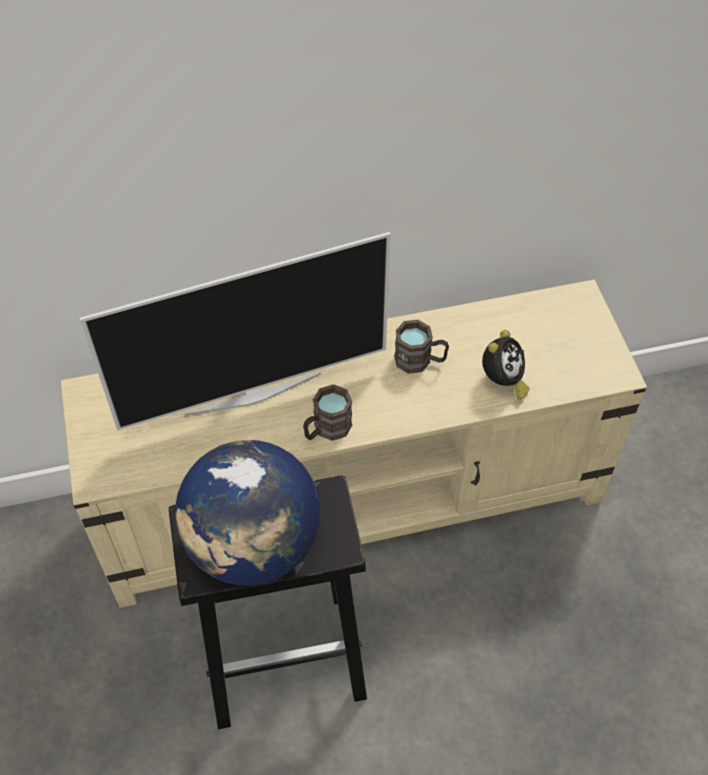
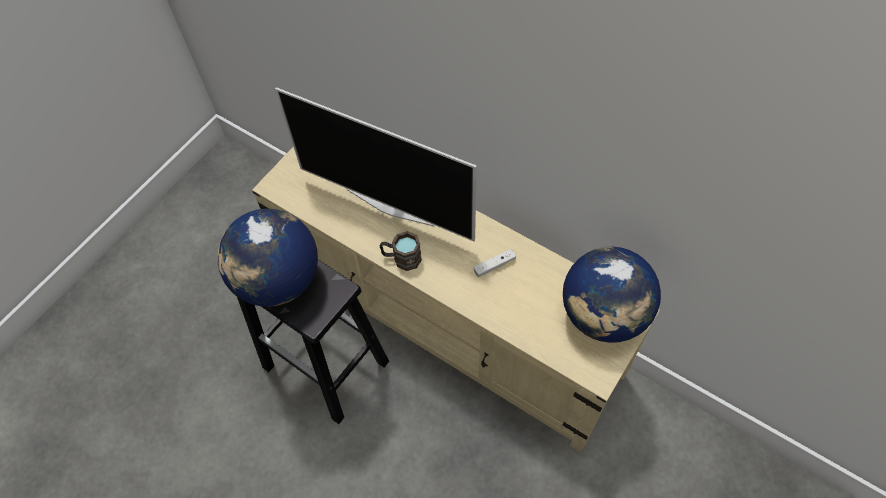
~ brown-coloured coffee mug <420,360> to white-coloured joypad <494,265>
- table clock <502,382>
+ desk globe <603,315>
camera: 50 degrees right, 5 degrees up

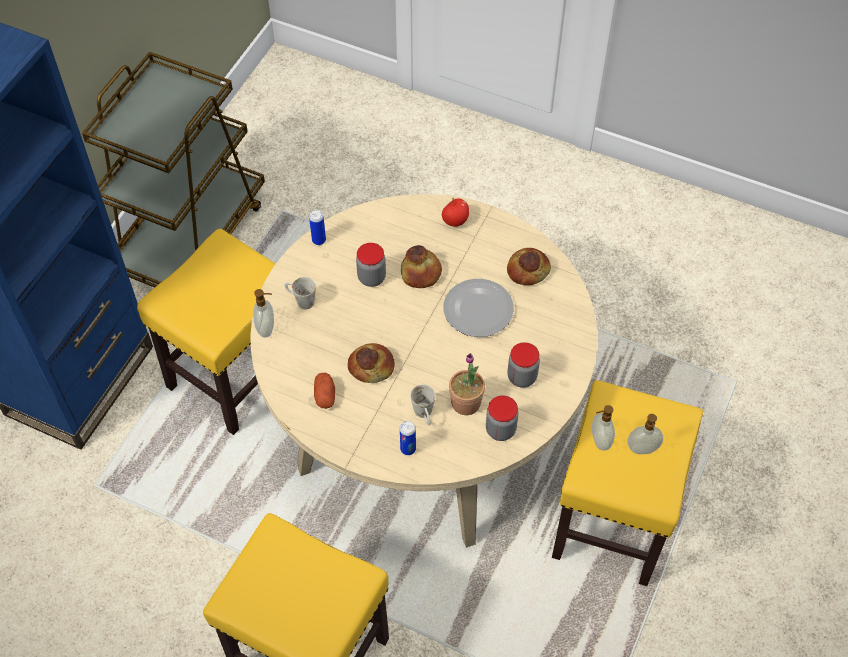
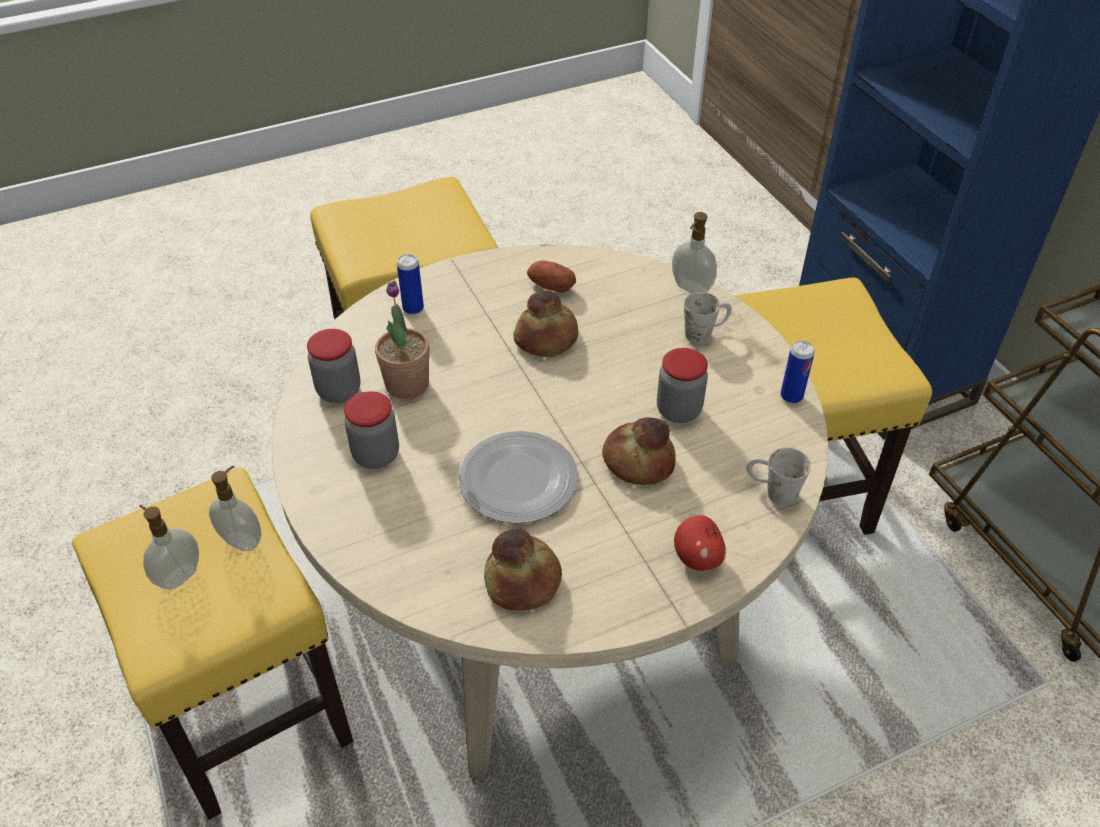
~ white-coloured coffee mug <425,415> to <771,491>
camera: 130 degrees right, 10 degrees down

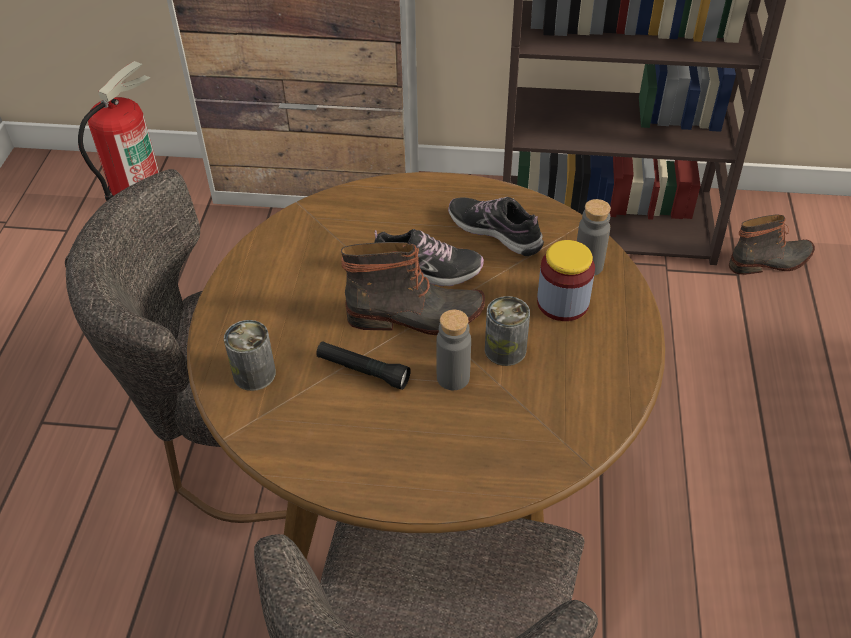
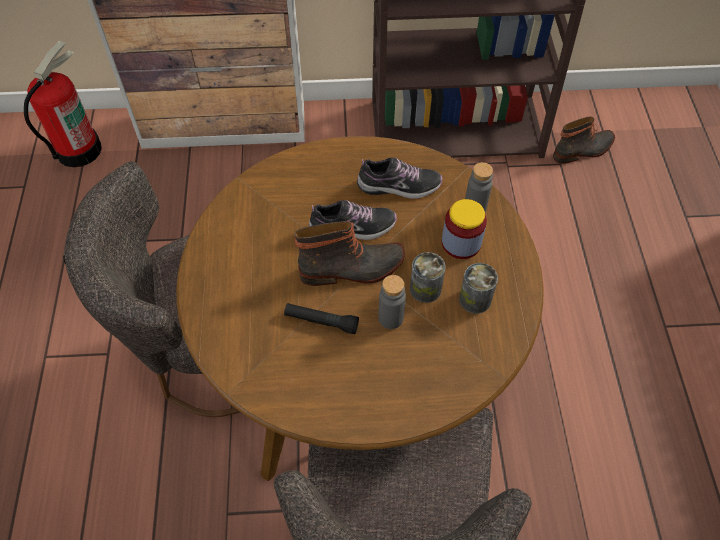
~ metal can <254,374> to <475,299>
~ low shoe <495,231> = <399,186> 150 degrees clockwise
camera: 10 degrees left, 10 degrees up

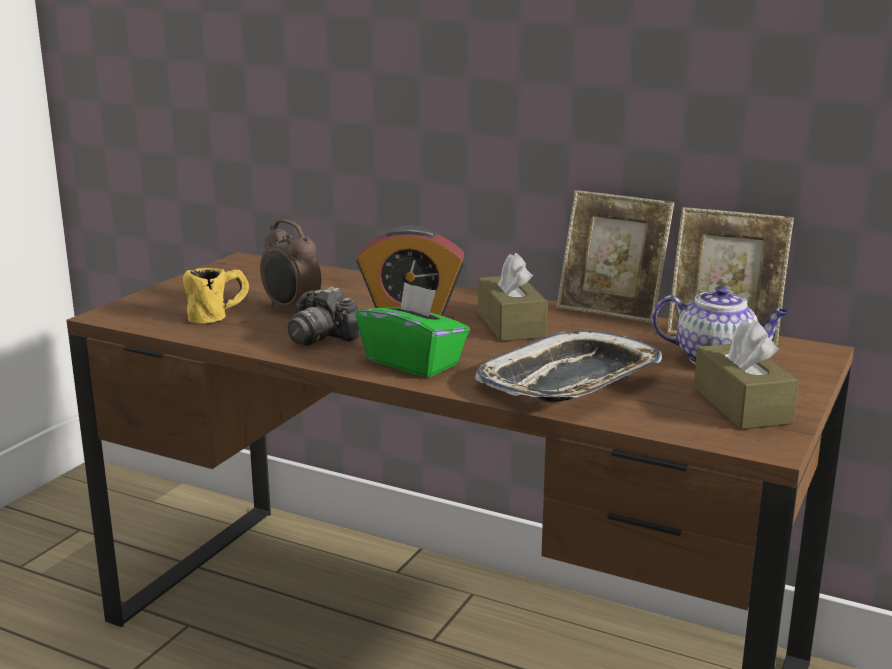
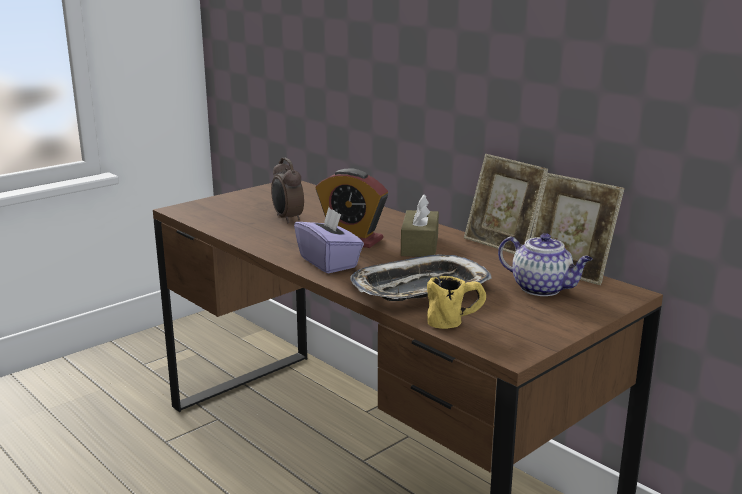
~ yellow-coloured coffee mug <219,316> to <455,321>
- photo camera <321,337>
~ green box of tissues <413,362> to purple-coloured box of tissues <329,262>
- brown-coloured box of tissues <741,405>
camera: 20 degrees right, 0 degrees up

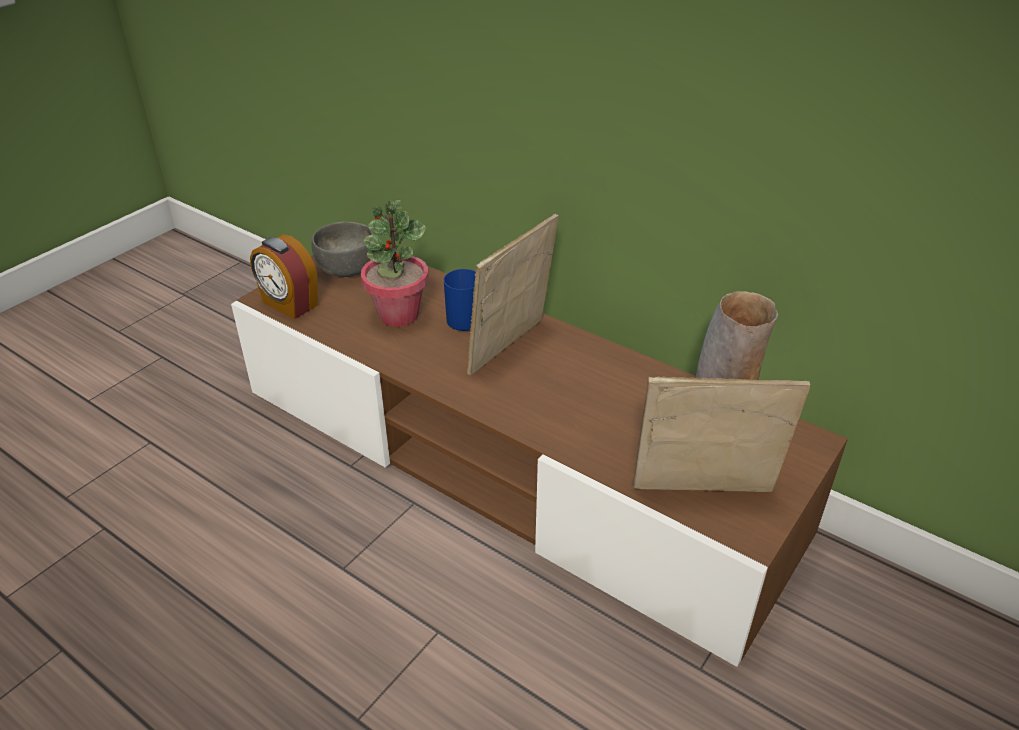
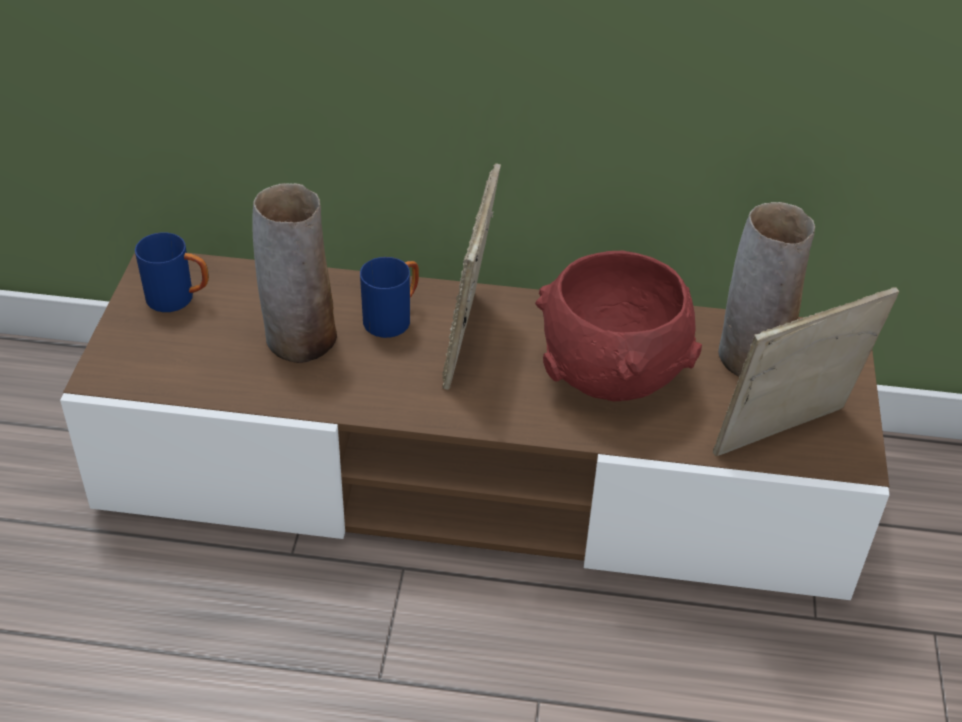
- table clock <289,304>
~ greyish deep dish <347,268> to blue coffee mug <179,299>
~ plant in a pot <398,315> to decorative vase <300,341>
+ reddish deep dish <613,375>
camera: 30 degrees left, 5 degrees up

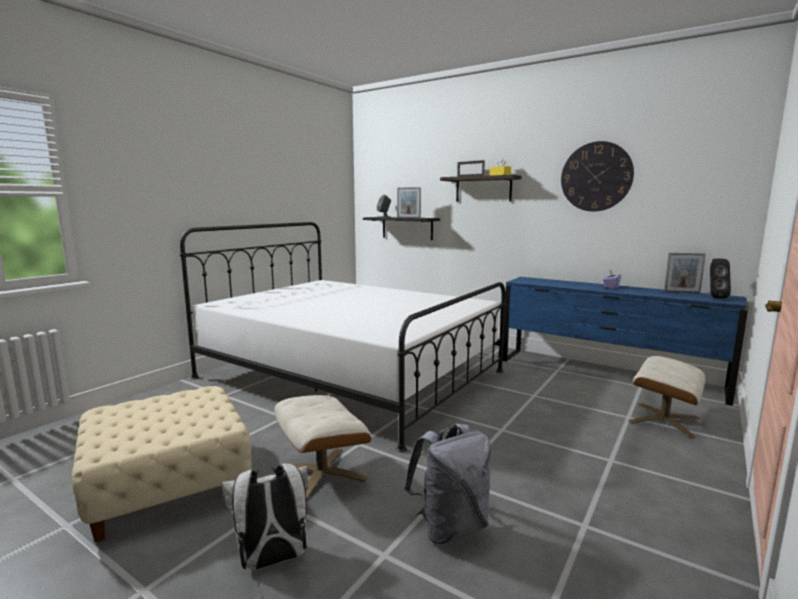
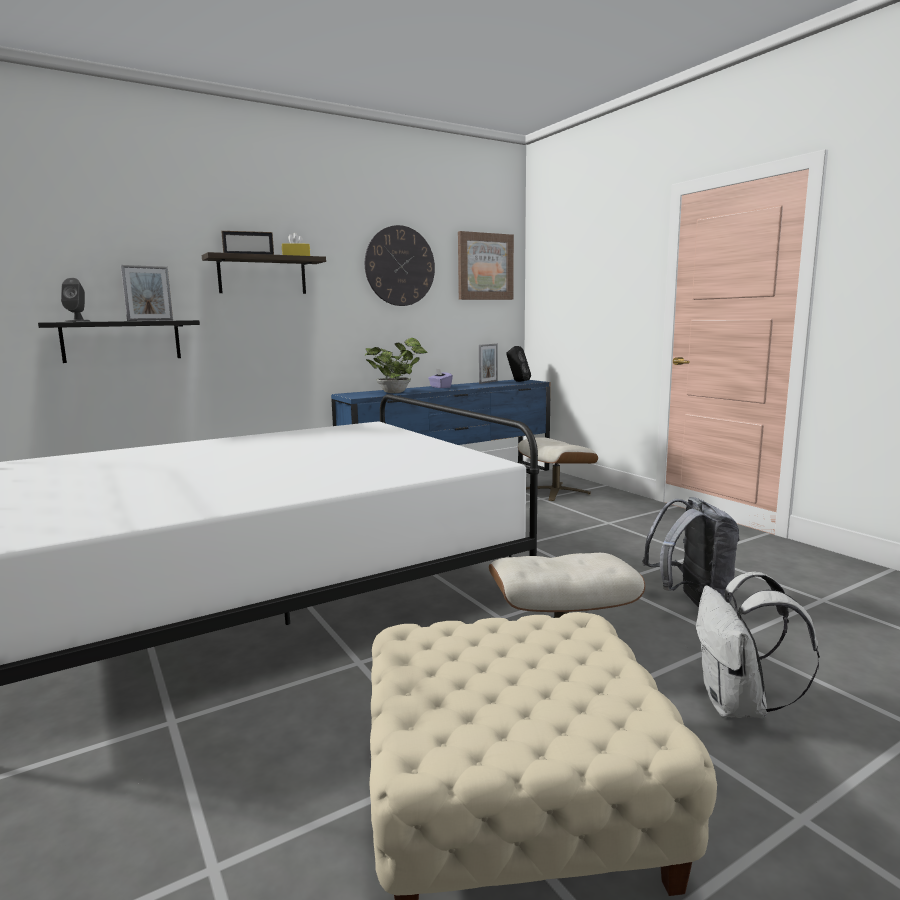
+ plant in a pot <397,392>
+ picture <485,266>
camera: 65 degrees left, 0 degrees up

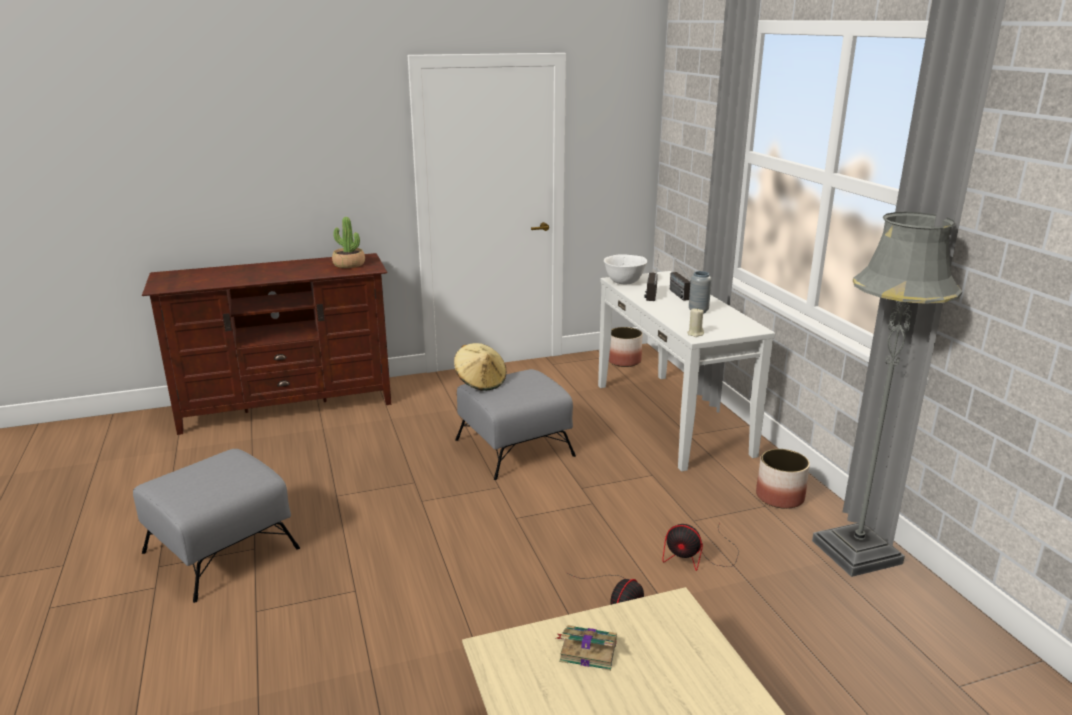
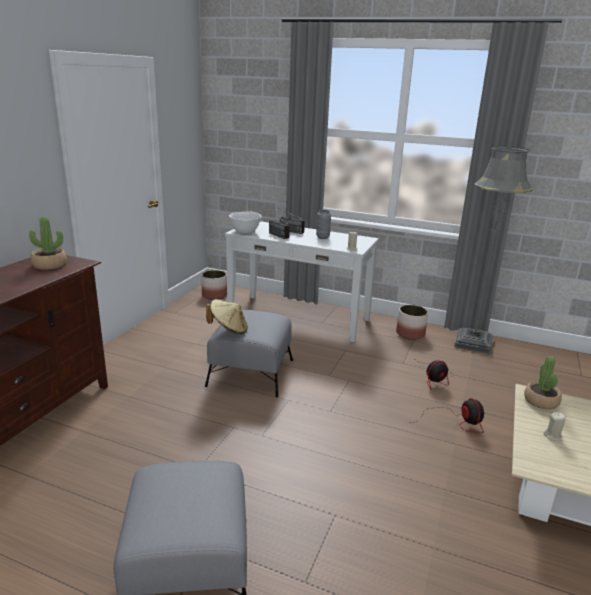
~ volume <587,650> to beige candle <552,436>
+ plant in a pot <541,401>
camera: 50 degrees left, 0 degrees up

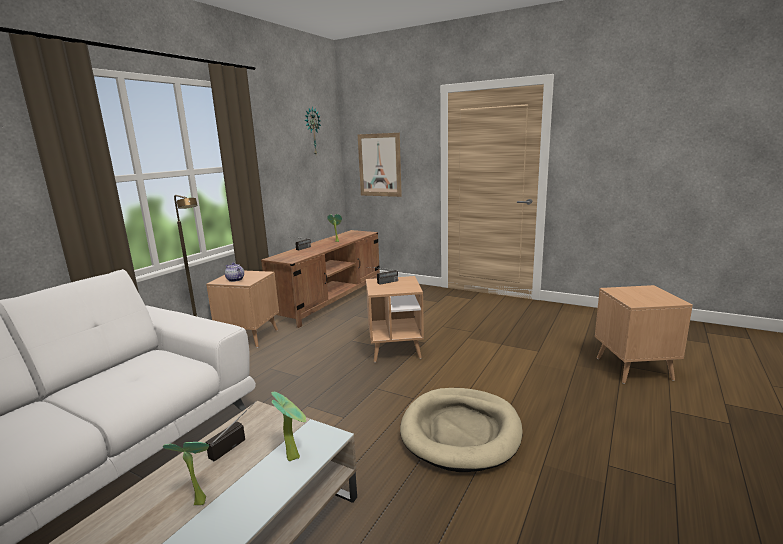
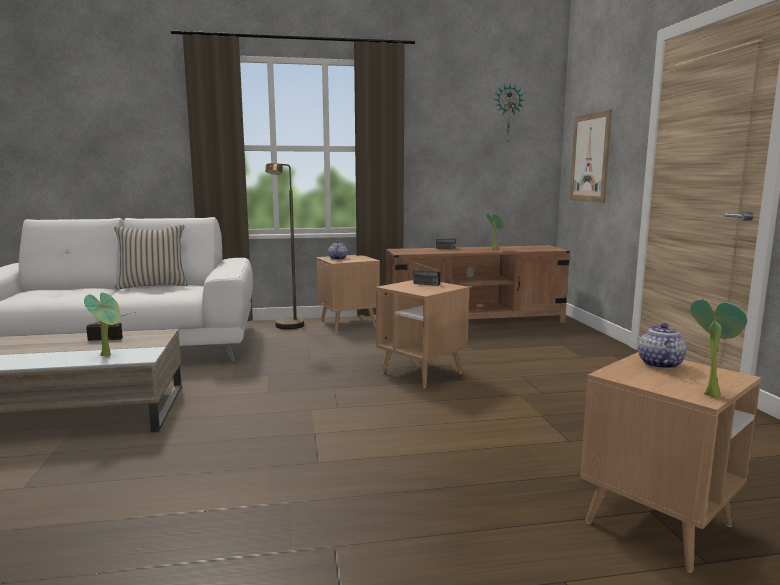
~ plant in a pot <198,500> to <710,393>
- beige dog bed <461,431>
+ beige throw pillow <153,285>
+ tea pot <659,364>
camera: 50 degrees right, 5 degrees down

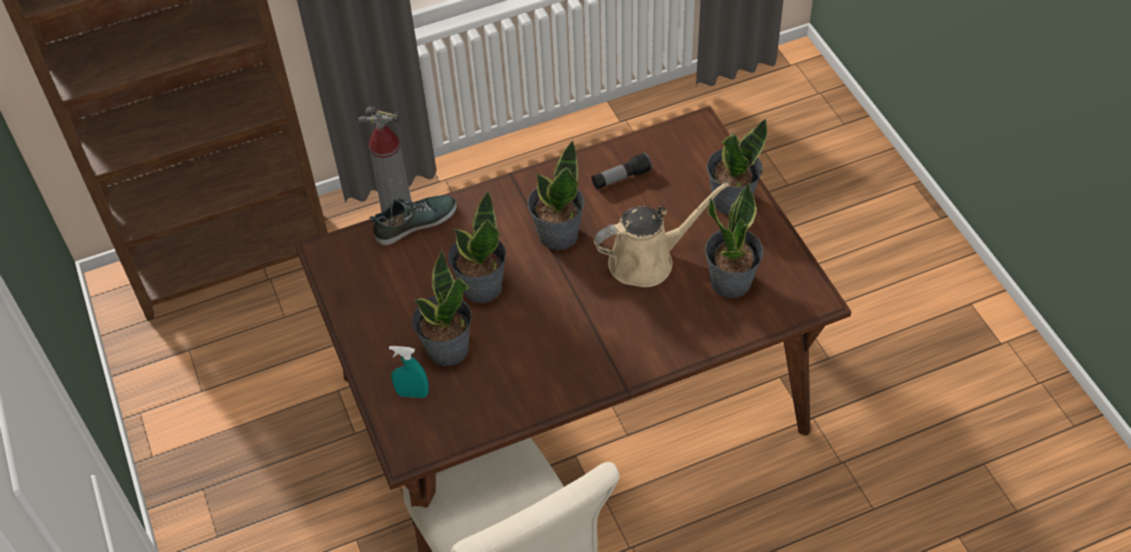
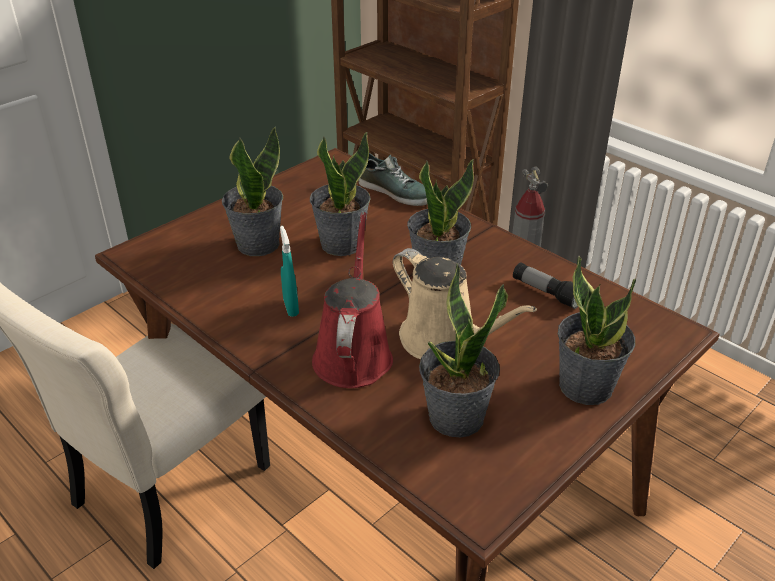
~ turquoise hand sprayer <412,394> to <291,307>
+ reddish watering pot <353,354>
camera: 65 degrees right, 15 degrees down

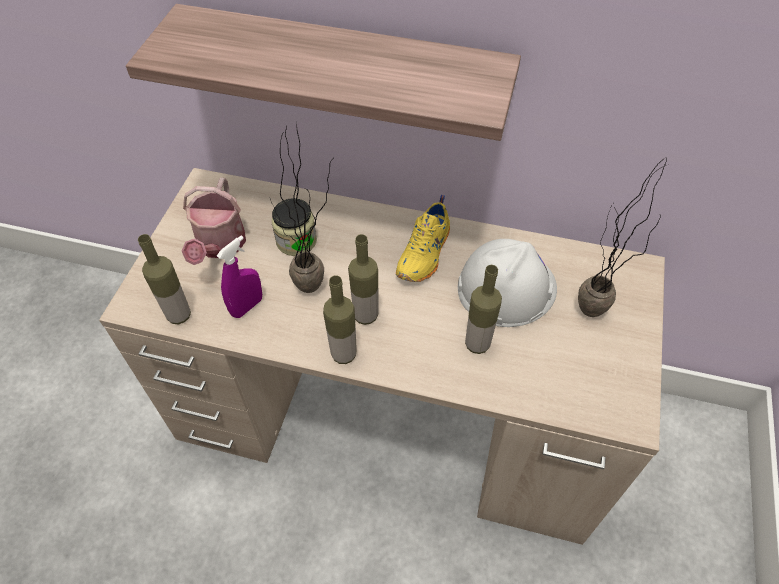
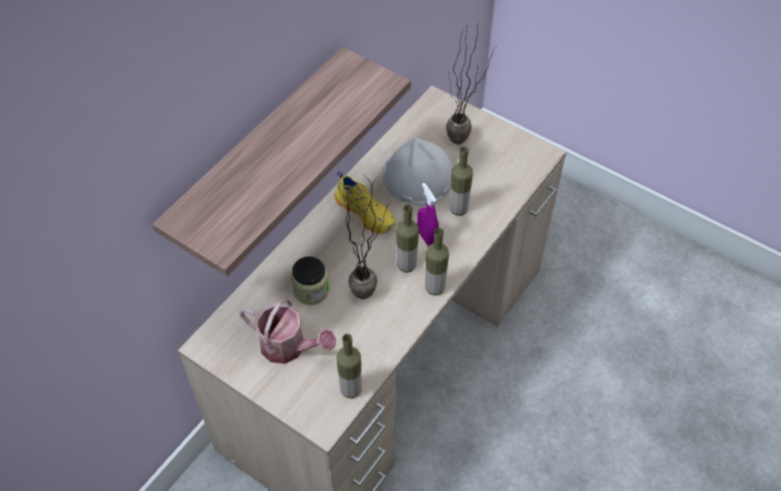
~ purple-coloured hand sprayer <247,306> to <427,238>
camera: 70 degrees left, 0 degrees up

